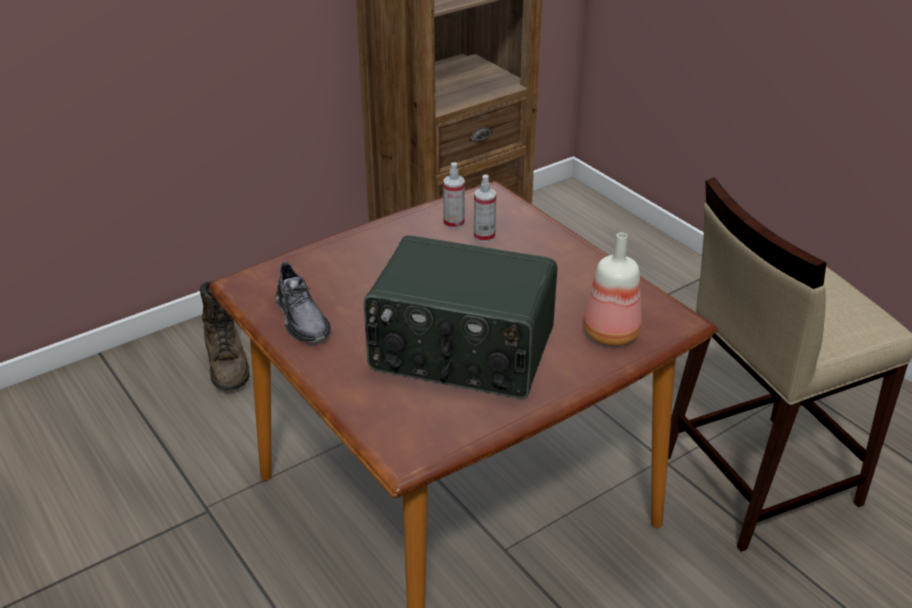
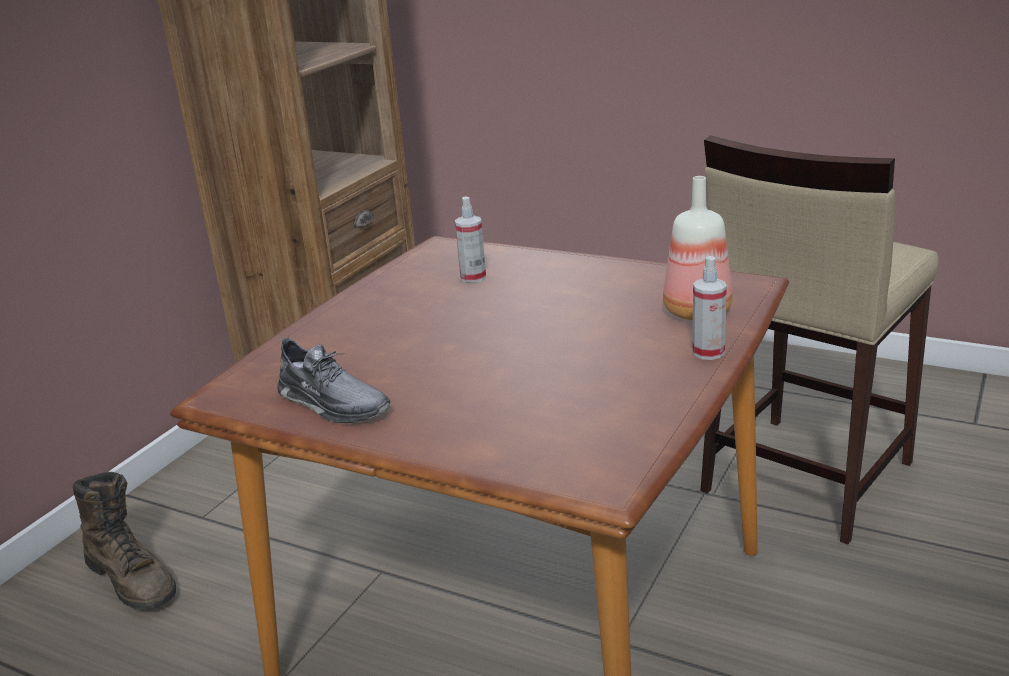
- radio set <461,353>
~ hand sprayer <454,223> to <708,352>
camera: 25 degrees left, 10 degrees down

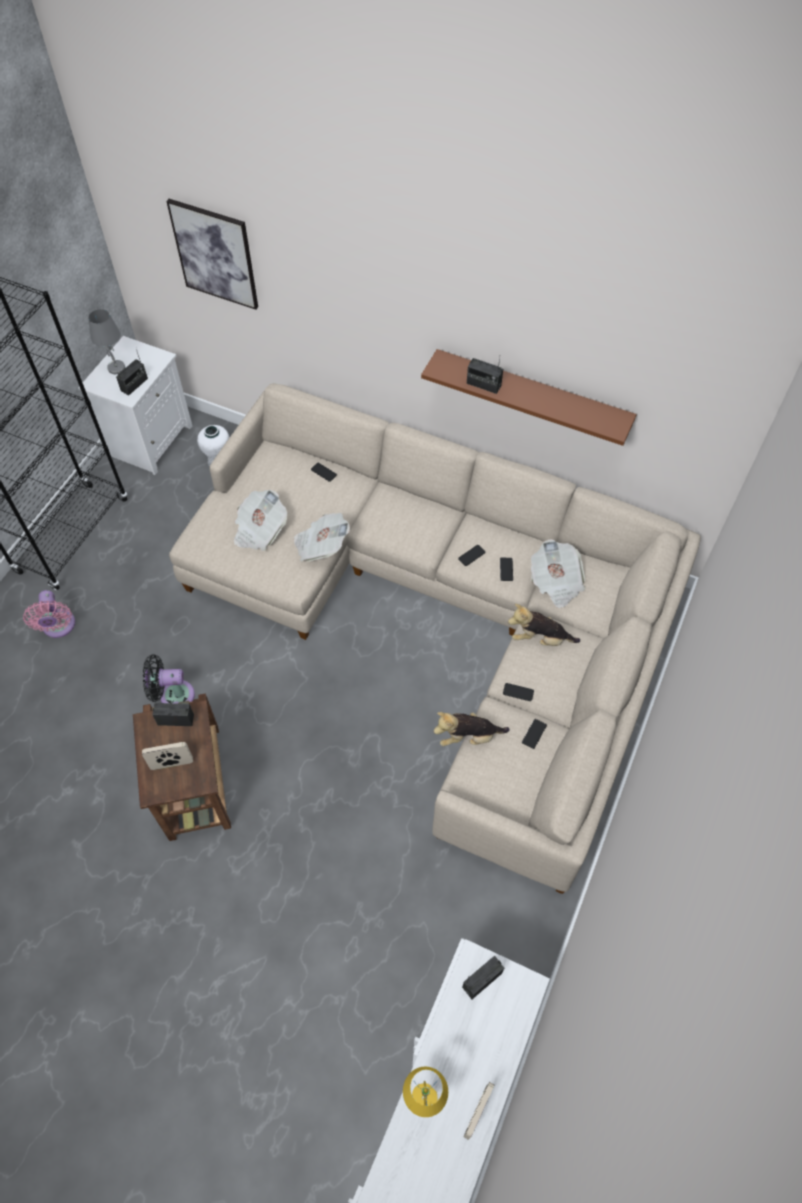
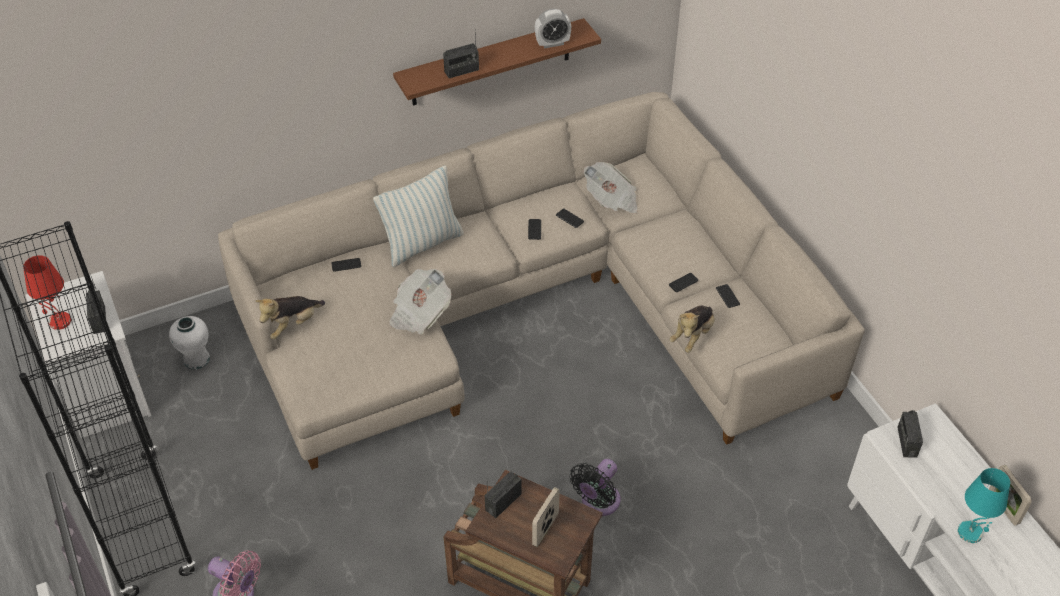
~ greyish tabletop lamp <116,368> to reddish tabletop lamp <59,322>
~ blackish fan <173,695> to <598,502>
- picture <215,254>
- daily paper <259,530>
~ yellow-coloured tabletop lamp <424,1098> to turquoise tabletop lamp <970,532>
~ plush toy <539,638> to <292,325>
+ throw pillow <422,244>
+ table clock <552,43>
camera: 50 degrees left, 10 degrees down

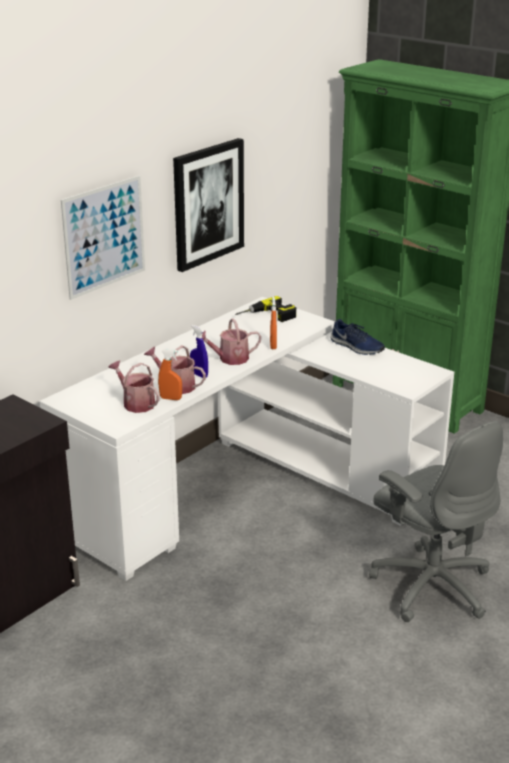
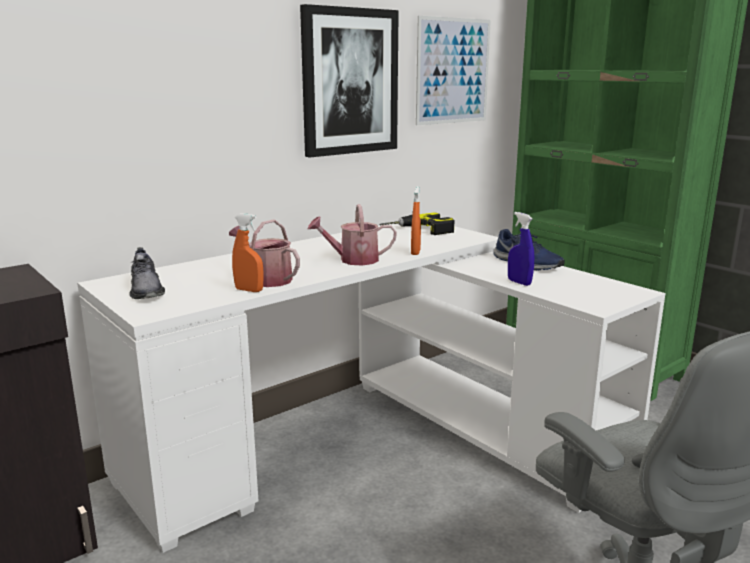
~ picture <104,236> to <453,71>
- watering pot <136,403>
~ blue hand sprayer <199,375> to <519,282>
+ greyish low shoe <146,290>
camera: 10 degrees right, 10 degrees down

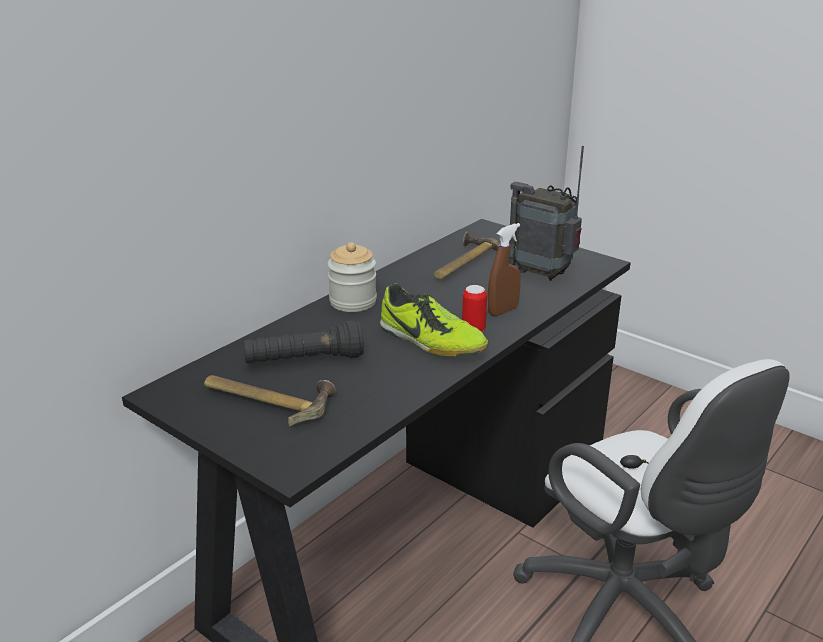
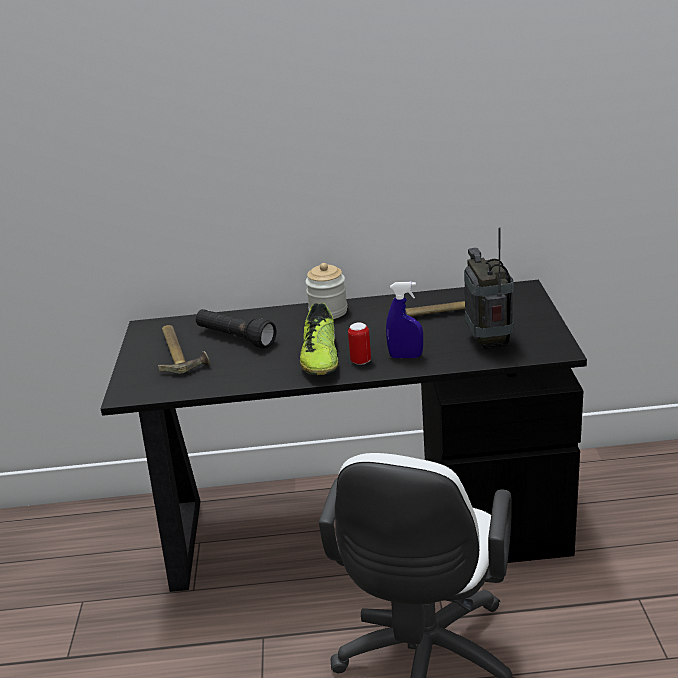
~ brown-coloured hand sprayer <503,311> to blue hand sprayer <405,356>
camera: 50 degrees right, 0 degrees up

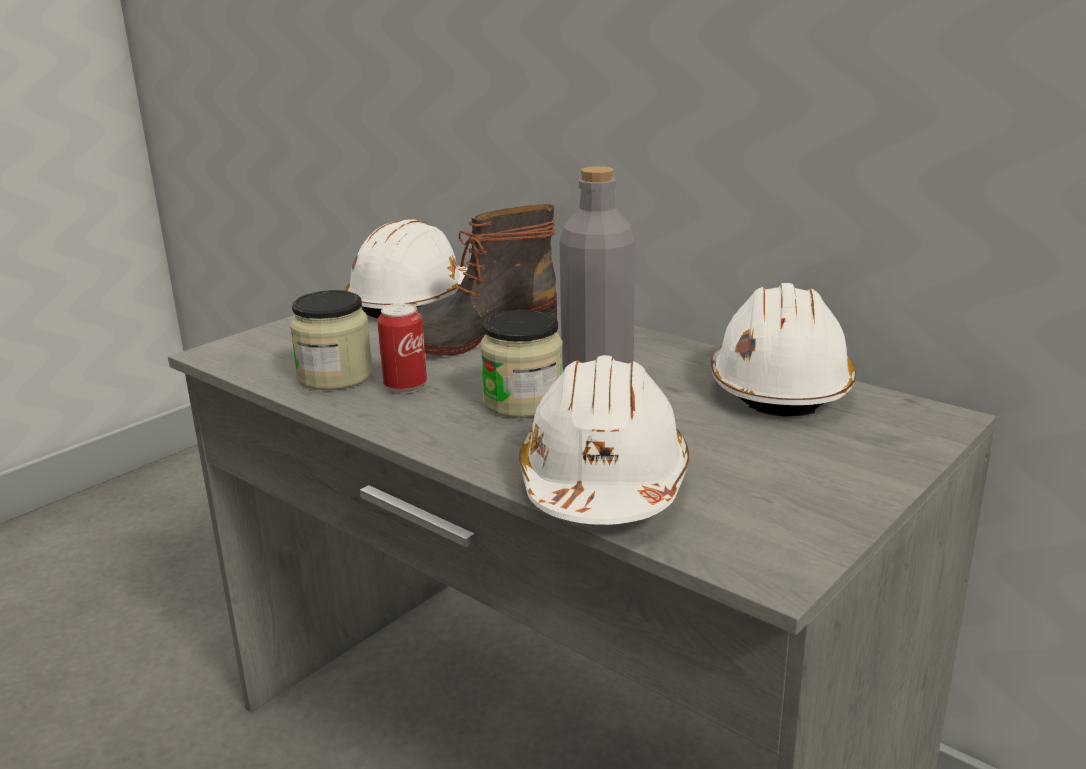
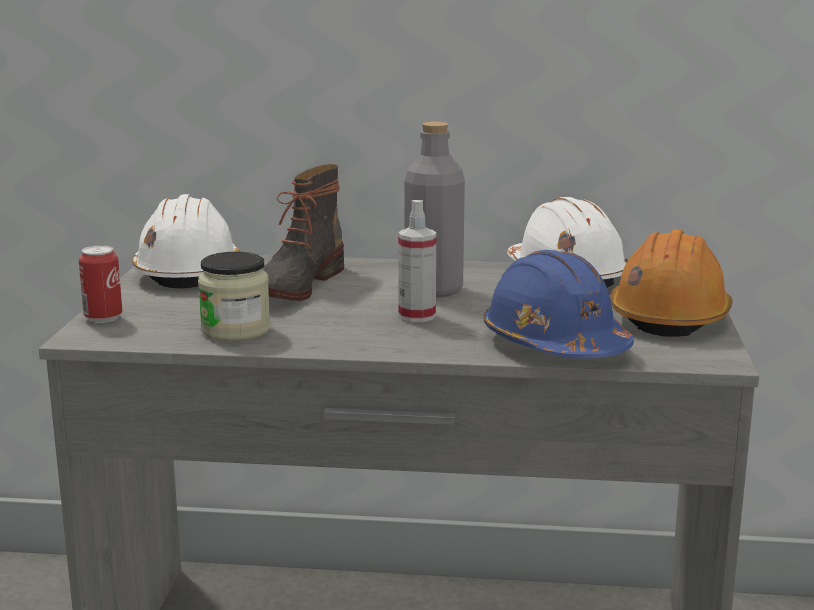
~ metal can <405,387> to <103,318>
~ storage jar <523,402> to hand sprayer <417,316>
~ white-coloured hard hat <603,483> to blue hard hat <554,345>
+ orangey hard hat <670,317>
camera: 35 degrees left, 5 degrees down

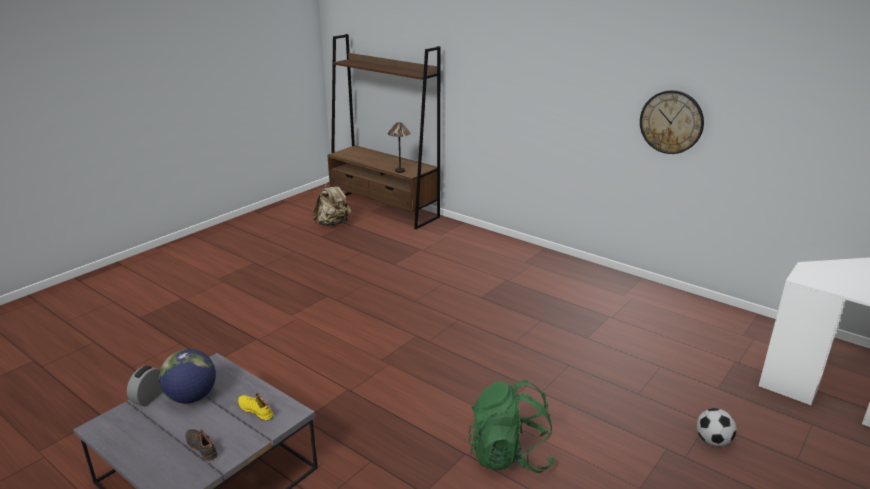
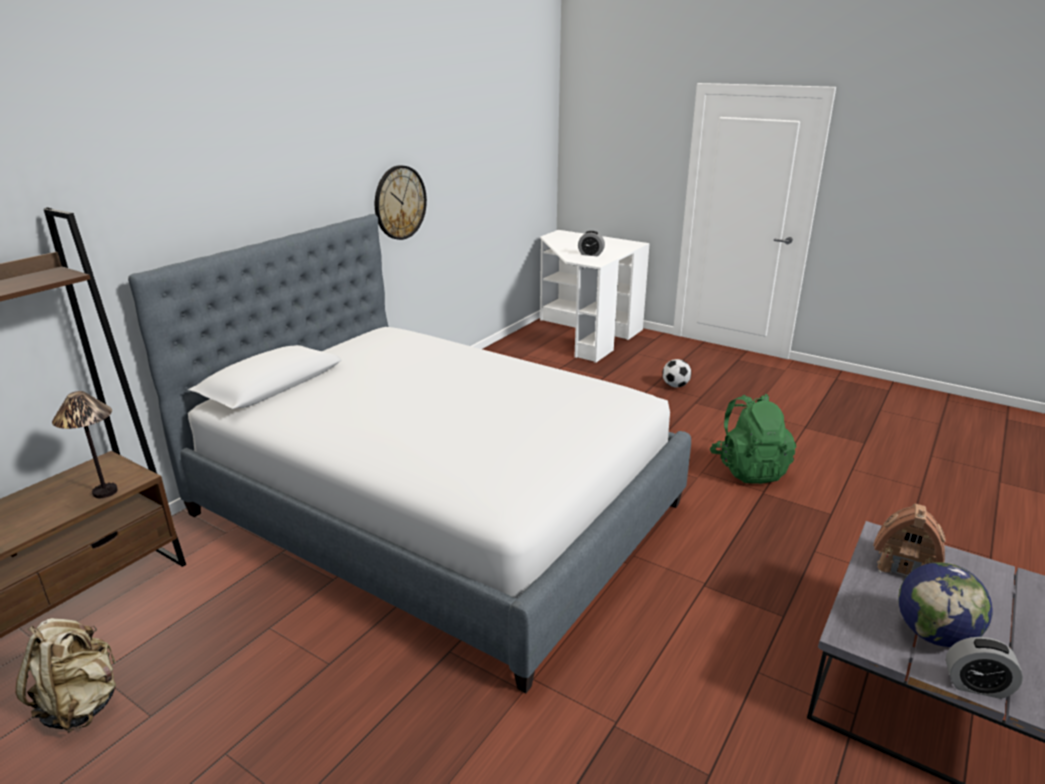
- blackish low shoe <203,447>
~ yellow-coloured low shoe <256,410> to model house <903,565>
+ sleeping bed <436,509>
+ table clock <590,254>
camera: 95 degrees left, 0 degrees up

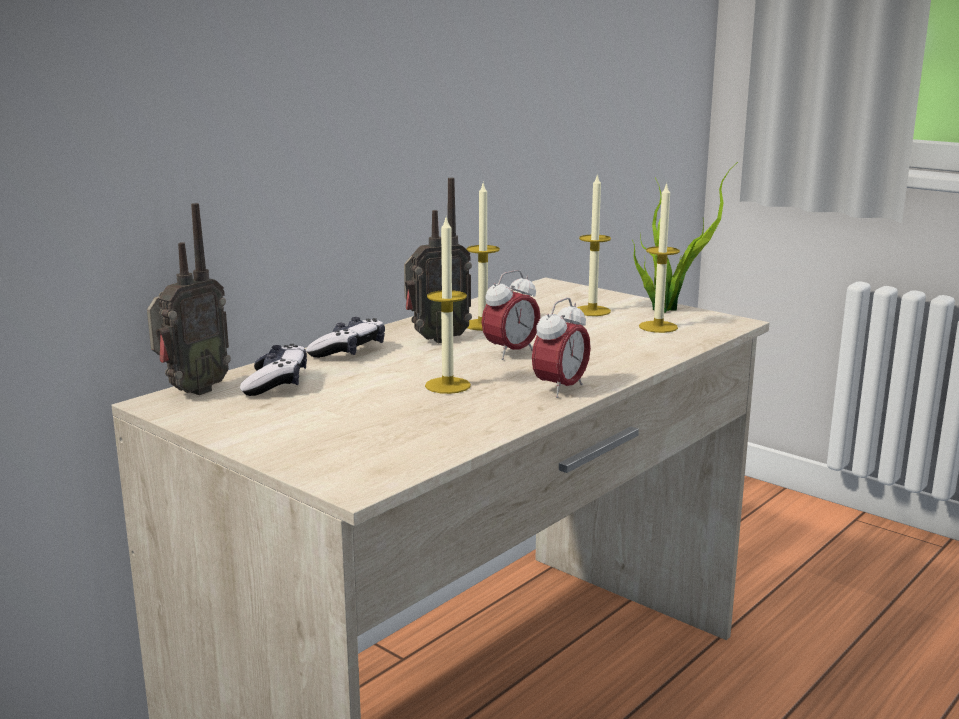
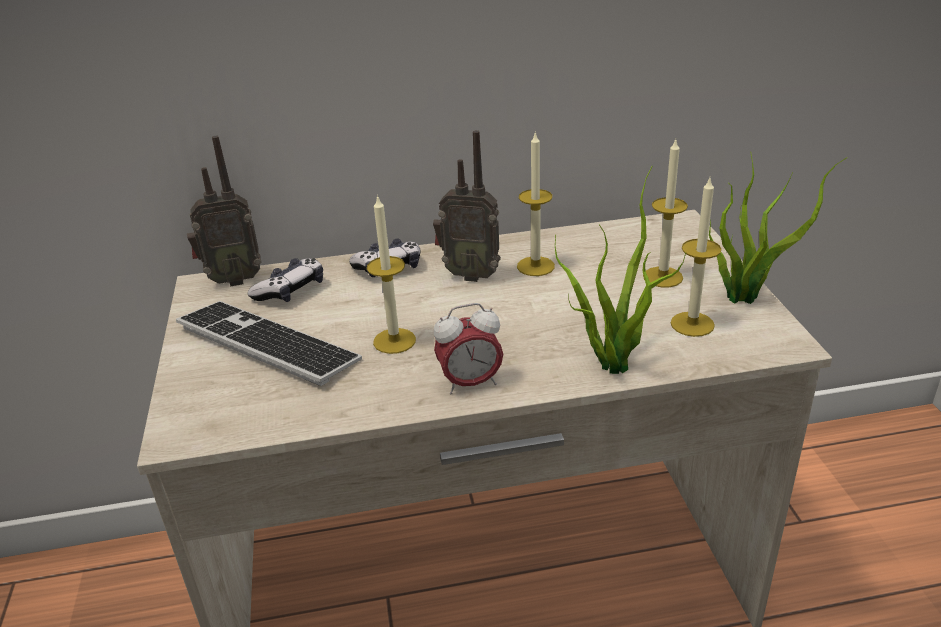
- table clock <511,353>
+ computer keyboard <267,344>
+ plant in a pot <611,361>
camera: 40 degrees right, 15 degrees up

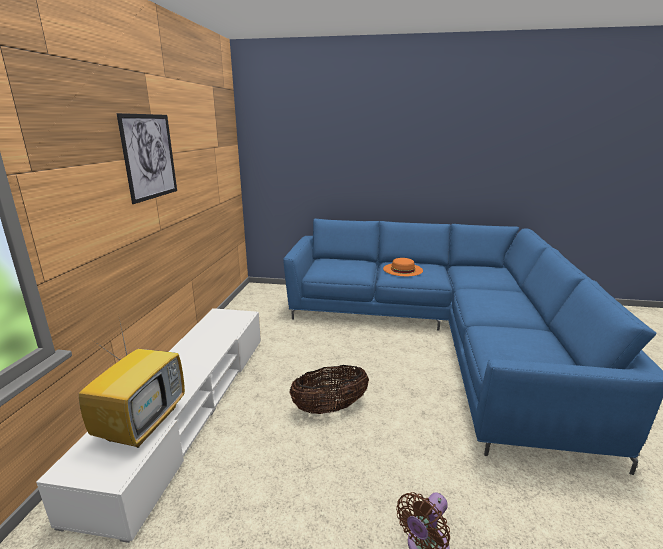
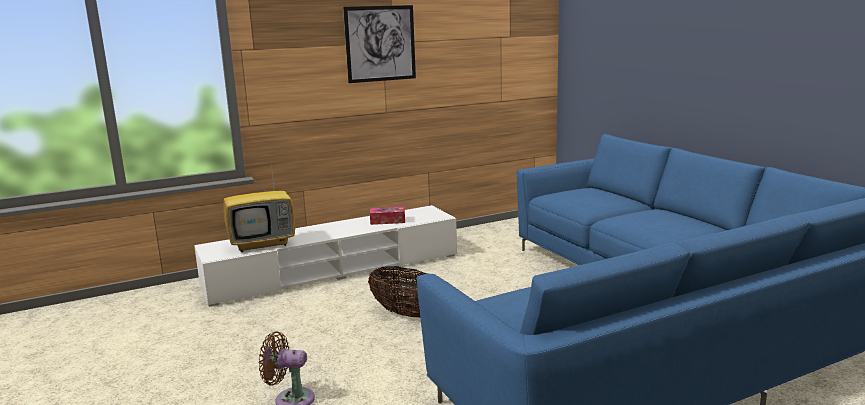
- orangey hat <403,269>
+ box of tissues <387,221>
camera: 55 degrees right, 5 degrees down

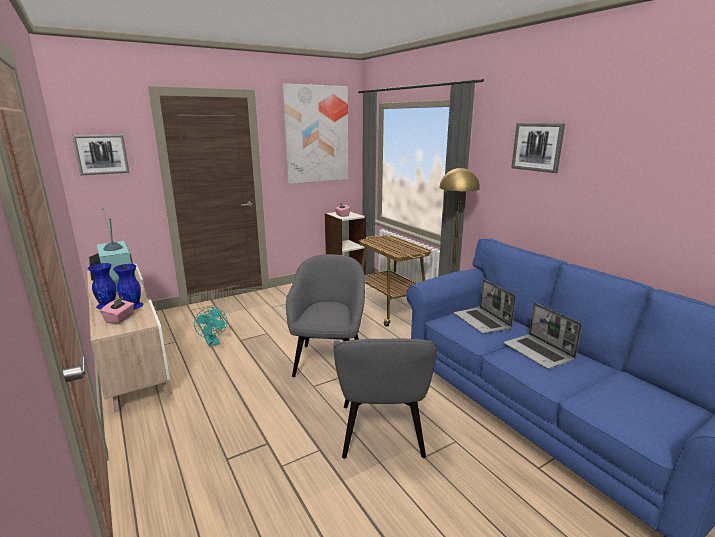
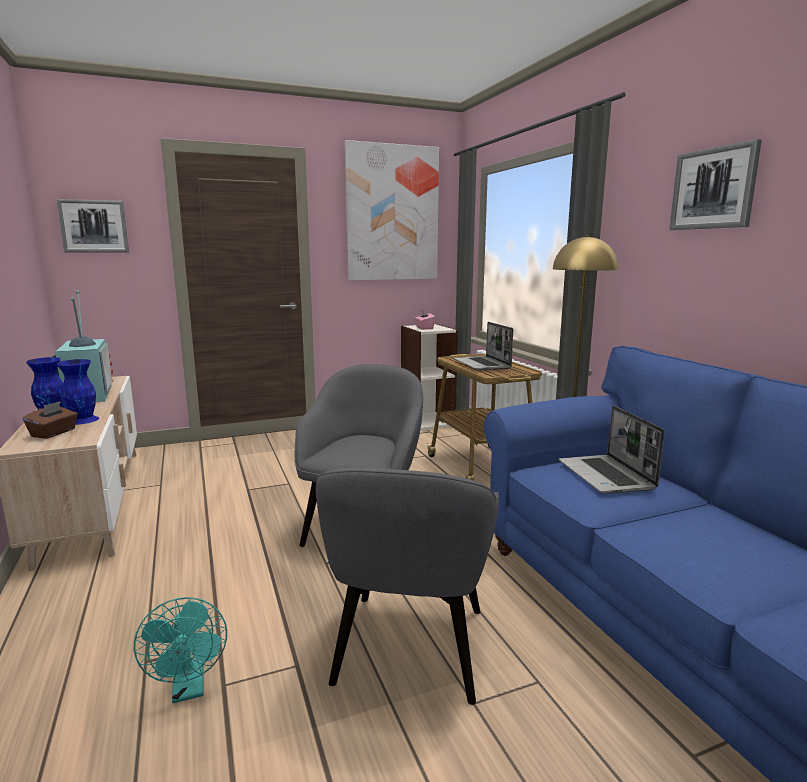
~ pink-coloured box of tissues <120,318> to brown-coloured box of tissues <54,433>
~ turquoise fan <213,343> to <189,689>
~ laptop <539,352> to <482,364>
camera: 10 degrees right, 5 degrees down

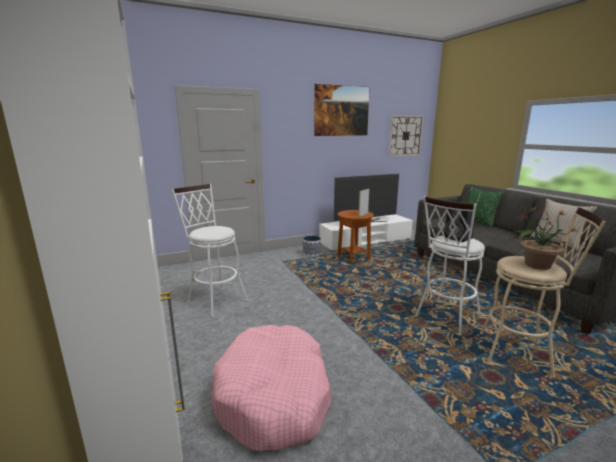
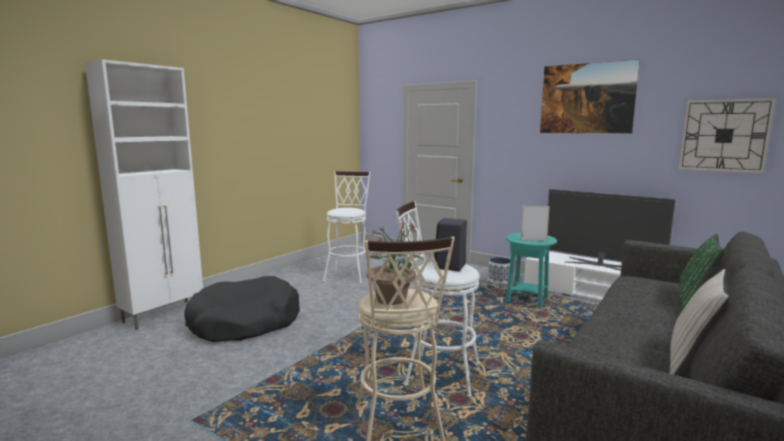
~ pink-coloured dog bed <274,396> to blackish dog bed <244,322>
~ brown-coloured accent table <353,258> to turquoise accent table <526,300>
camera: 60 degrees right, 5 degrees down

